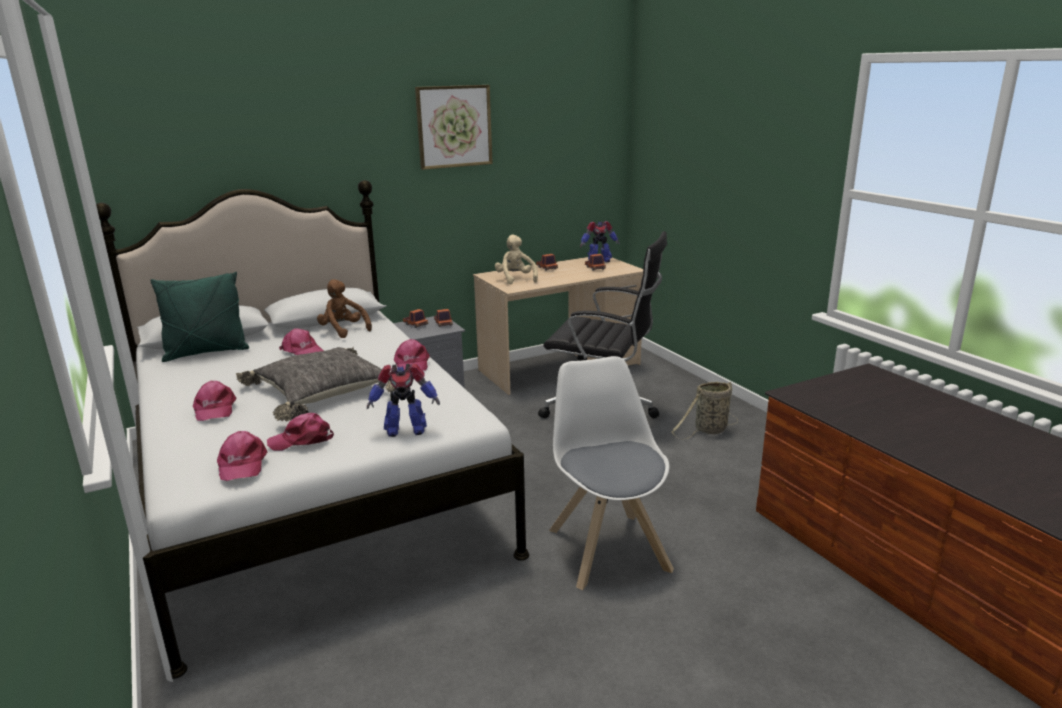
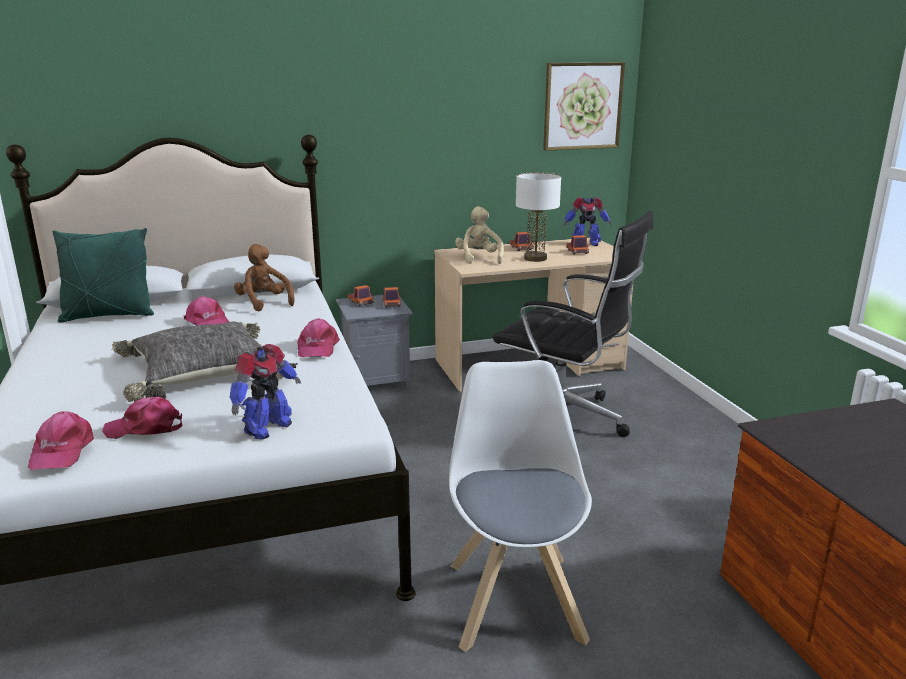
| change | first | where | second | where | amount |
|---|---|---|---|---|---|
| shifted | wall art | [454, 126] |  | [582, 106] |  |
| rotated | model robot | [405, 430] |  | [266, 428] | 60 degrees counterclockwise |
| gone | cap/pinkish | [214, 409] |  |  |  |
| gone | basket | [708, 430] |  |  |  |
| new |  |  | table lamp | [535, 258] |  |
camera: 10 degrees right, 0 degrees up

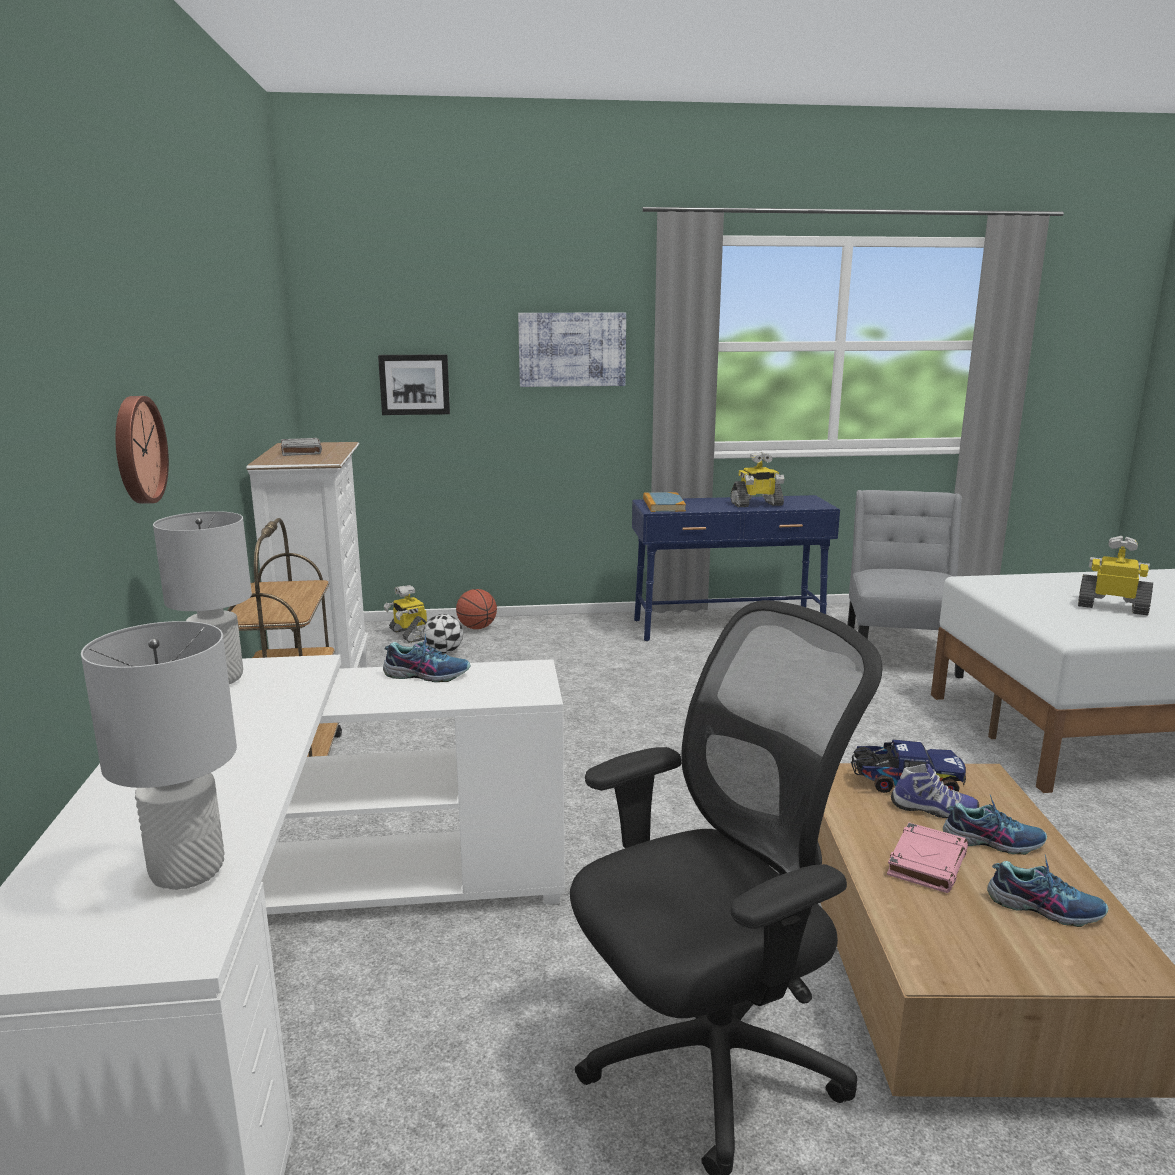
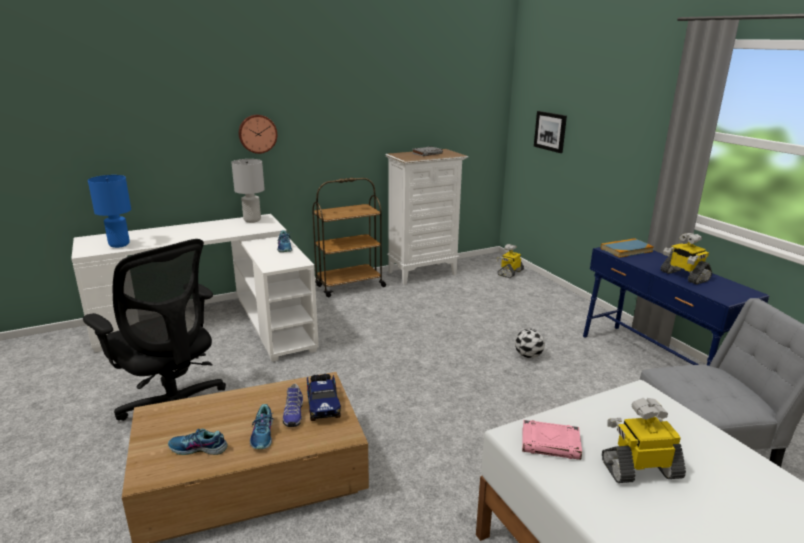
| change | first | where | second | where | amount |
|---|---|---|---|---|---|
| gone | wall art | [572, 349] |  |  |  |
| rotated | model robot | [1112, 607] |  | [640, 469] | 105 degrees counterclockwise |
| gone | basketball ball | [477, 628] |  |  |  |
| shifted | football ball | [444, 652] |  | [528, 356] |  |
| repainted | table lamp/grey | [187, 875] | table lamp/blue-coloured | [120, 245] |  |
| shifted | volume/pinkish | [926, 862] |  | [551, 443] |  |
| rotated | shoe | [1044, 907] |  | [198, 449] | 90 degrees clockwise |
camera: 70 degrees right, 5 degrees up

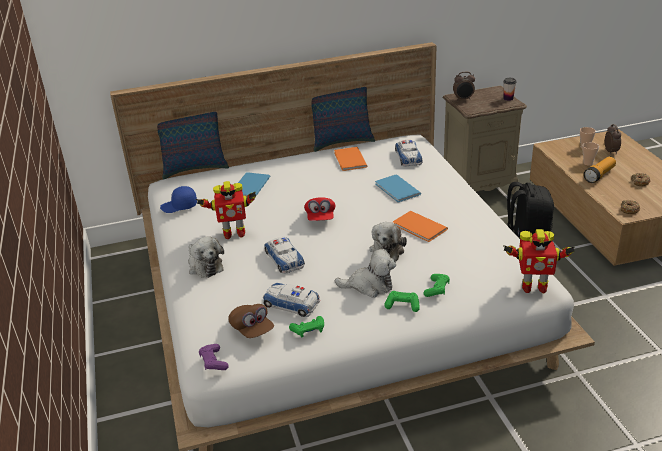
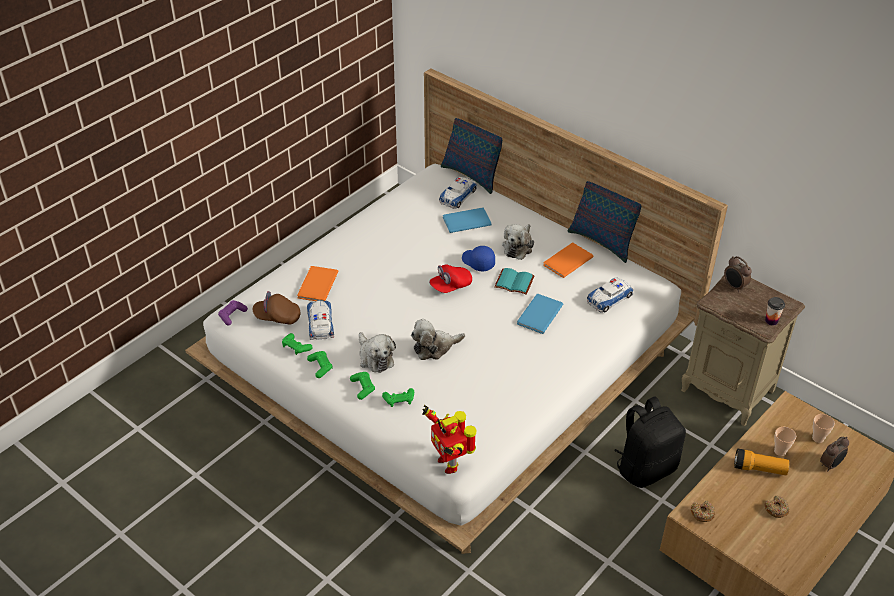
| change | first | where | second | where | amount |
|---|---|---|---|---|---|
| gone | model robot | [233, 233] |  |  |  |
| shifted | cap/blue-coloured | [179, 206] |  | [477, 262] |  |
| shifted | volume/orangey | [419, 228] |  | [316, 285] |  |
| shifted | plush toy | [204, 265] |  | [518, 247] |  |
| shifted | toy car | [284, 259] |  | [457, 196] |  |
| rotated | cap/brown-coloured | [252, 329] |  | [277, 317] | 75 degrees clockwise |
| new |  |  | volume/turquoise-coloured | [515, 282] |  |
| new |  |  | game controller/green-coloured | [320, 367] |  |
camera: 55 degrees right, 10 degrees up

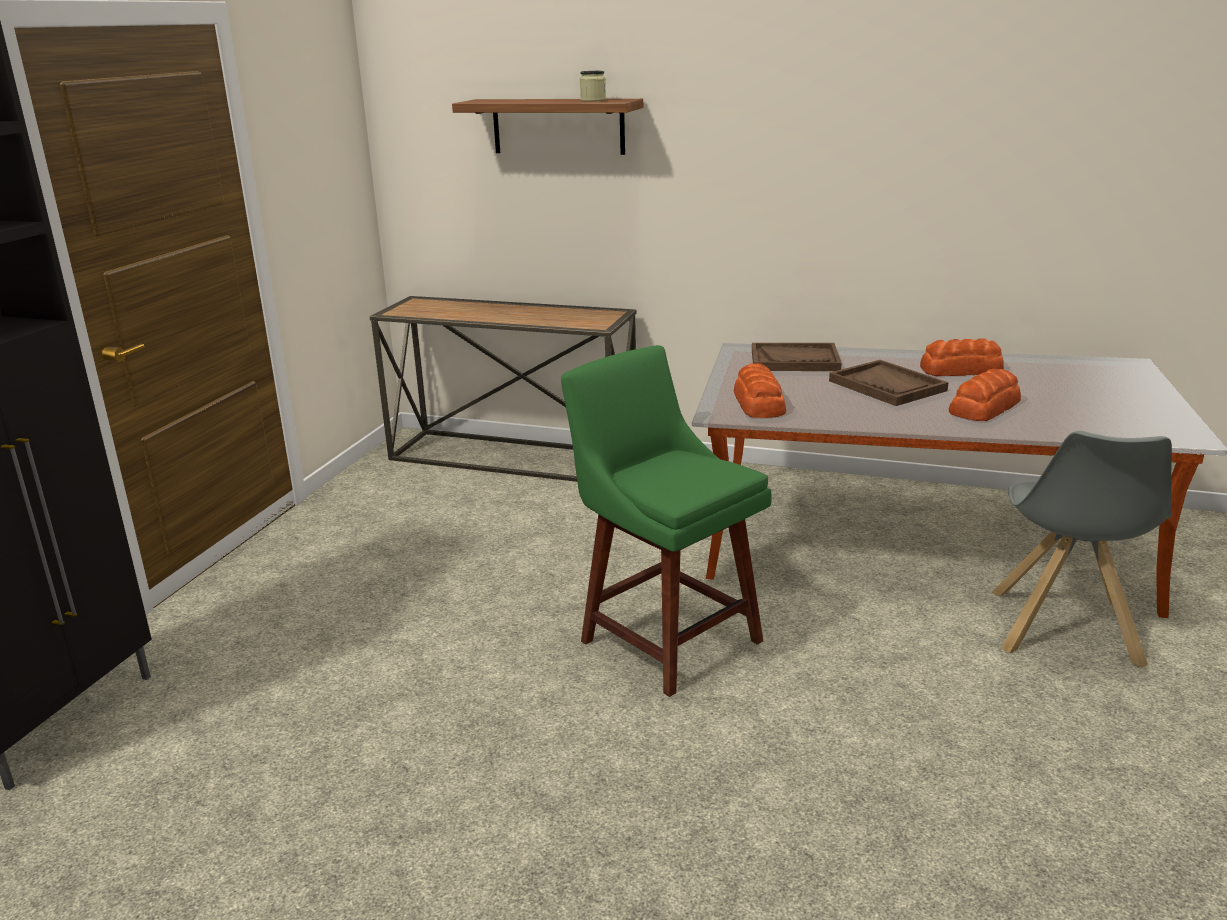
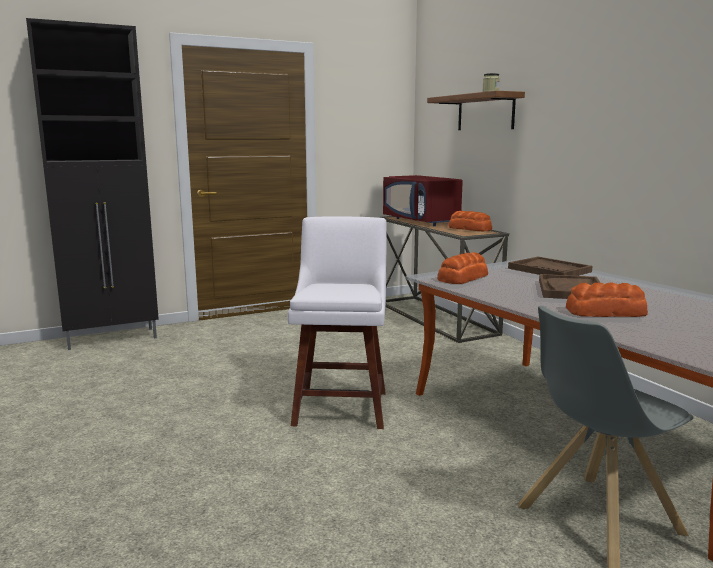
| change | first | where | second | where | amount |
|---|---|---|---|---|---|
| shifted | baked bread | [962, 370] |  | [470, 229] |  |
| repainted | stool/green-coloured | [666, 637] | stool/white-coloured | [342, 406] |  |
| new |  |  | microwave oven/reddish | [421, 221] |  |
camera: 45 degrees right, 10 degrees down

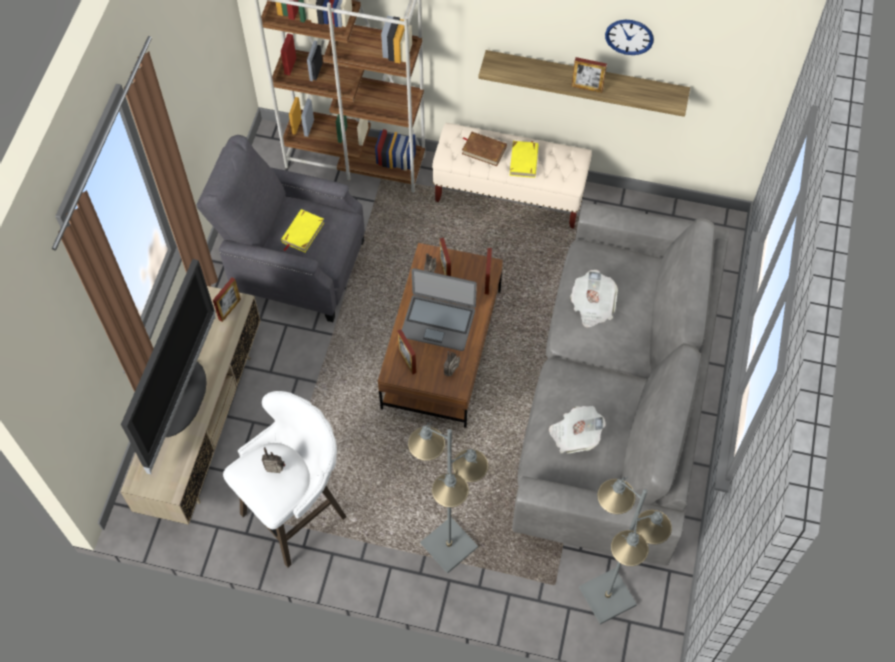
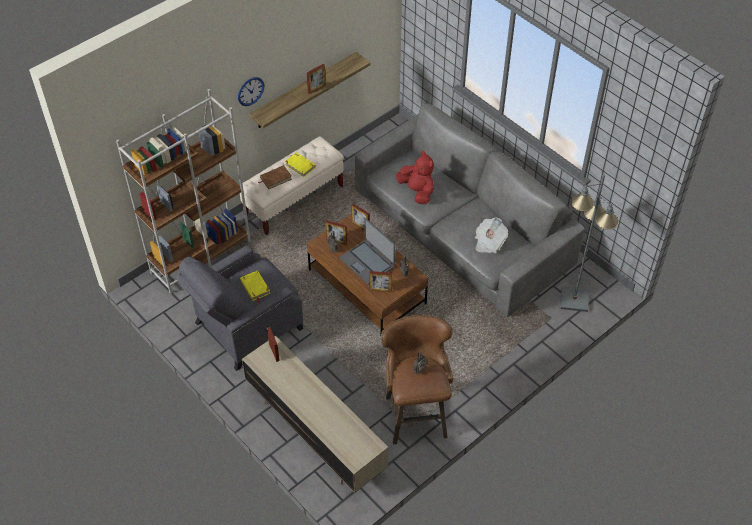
| change | first | where | second | where | amount |
|---|---|---|---|---|---|
| shifted | clock on the wall | [629, 36] |  | [250, 91] |  |
| gone | TV set | [181, 399] |  |  |  |
| rotated | notebook computer | [438, 322] |  | [367, 262] | 90 degrees clockwise |
| swapped | daily paper | [592, 306] | plush toy/reddish | [417, 191] |  |
| repainted | stool/white-coloured | [297, 512] | stool/brown-coloured | [415, 414] |  |
| gone | standard lamp/grey | [449, 544] |  |  |  |
camera: 55 degrees left, 10 degrees down

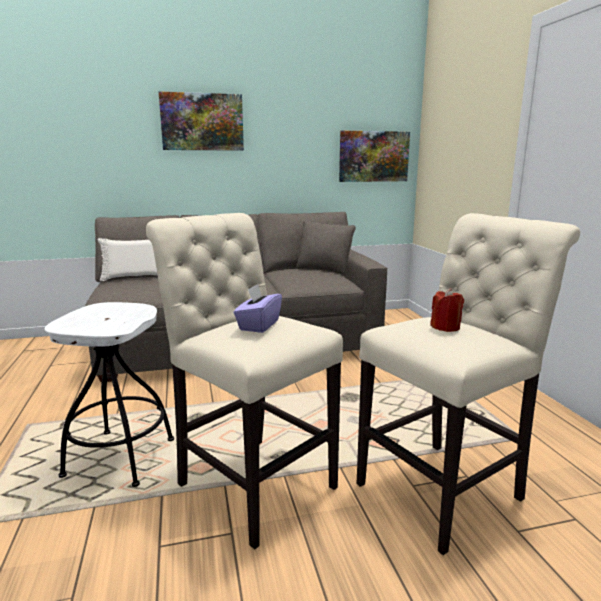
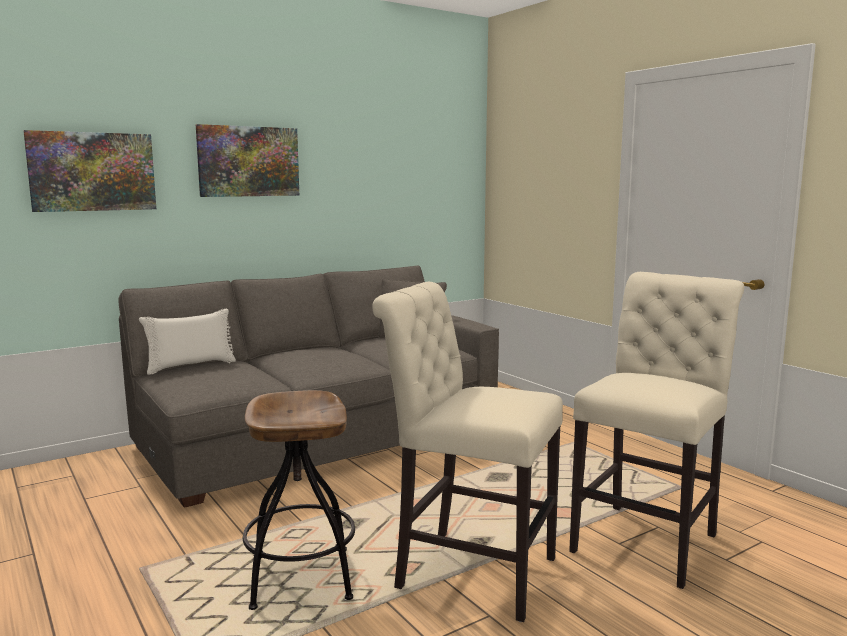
| change | first | where | second | where | amount |
|---|---|---|---|---|---|
| shifted | wall art | [373, 156] |  | [92, 171] |  |
| gone | tissue box/purple-coloured | [258, 325] |  |  |  |
| gone | wax light/reddish | [445, 327] |  |  |  |
| repainted | stool/white-coloured | [120, 457] | stool/brown-coloured | [301, 577] |  |
camera: 20 degrees left, 5 degrees down

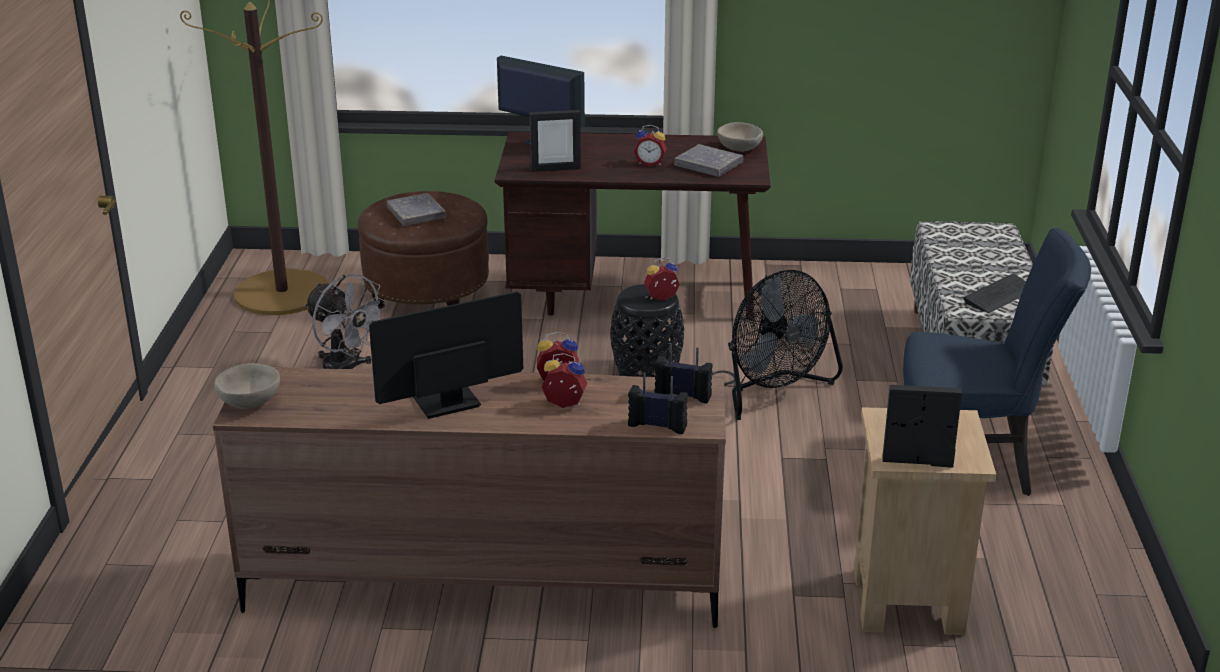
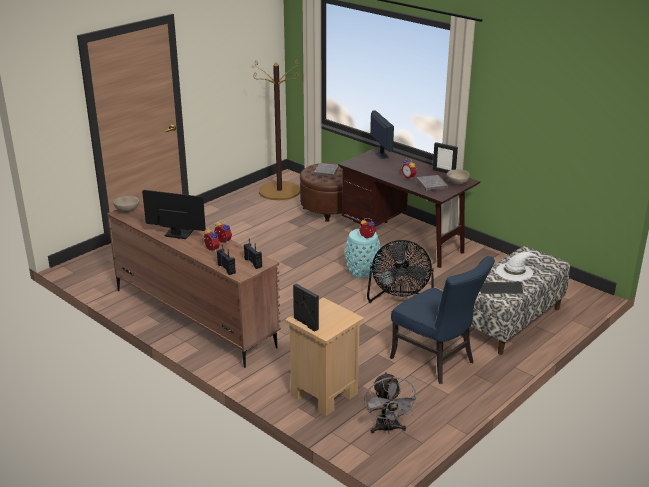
| change | first | where | second | where | amount |
|---|---|---|---|---|---|
| shifted | photo frame | [555, 168] |  | [444, 171] |  |
| shifted | fan/grey | [346, 370] |  | [387, 429] |  |
| repainted | stool/black | [646, 374] | stool/turquoise-coloured | [362, 271] |  |
| new |  |  | hat/white-coloured | [515, 271] |  |
camera: 40 degrees right, 0 degrees up

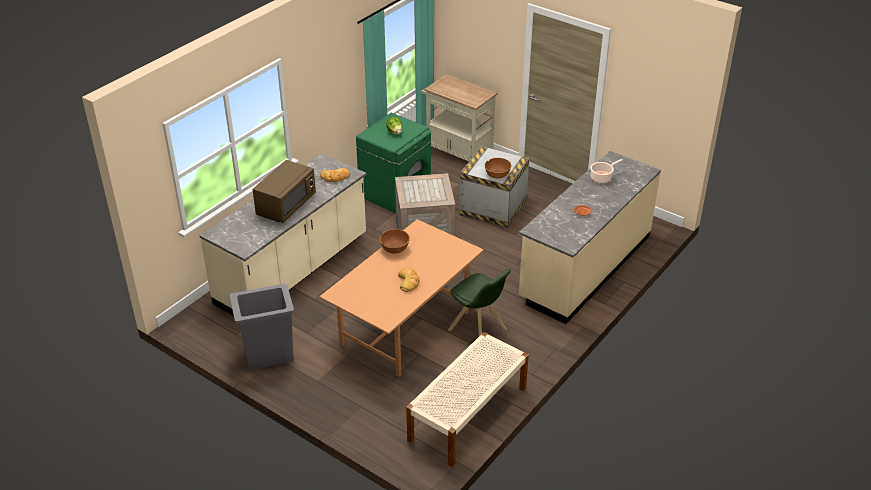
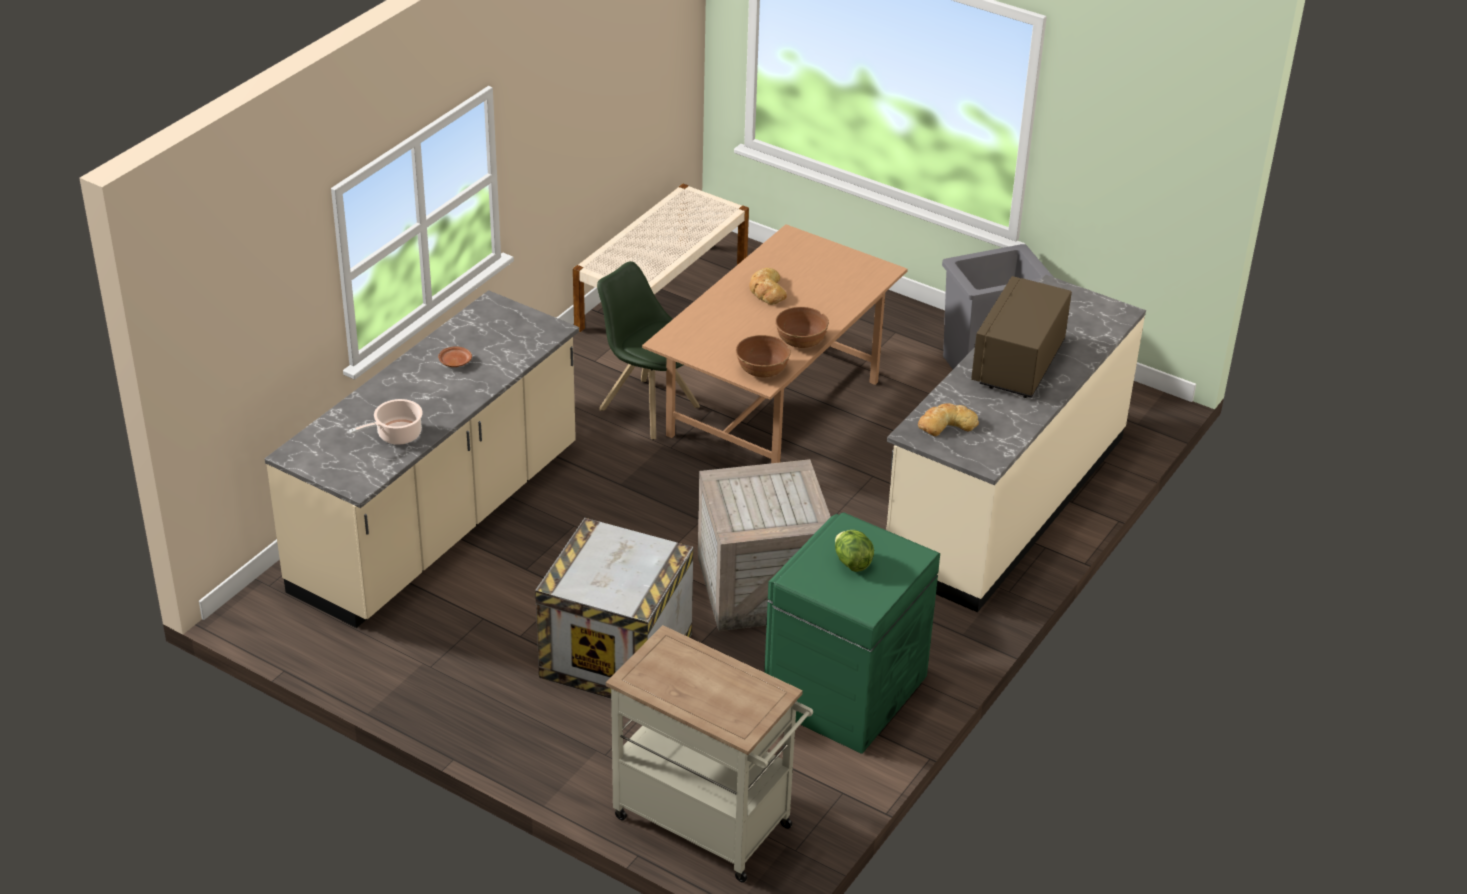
| change | first | where | second | where | amount |
|---|---|---|---|---|---|
| shifted | bowl/brown-coloured | [497, 175] |  | [762, 370] |  |
camera: 175 degrees right, 0 degrees up

